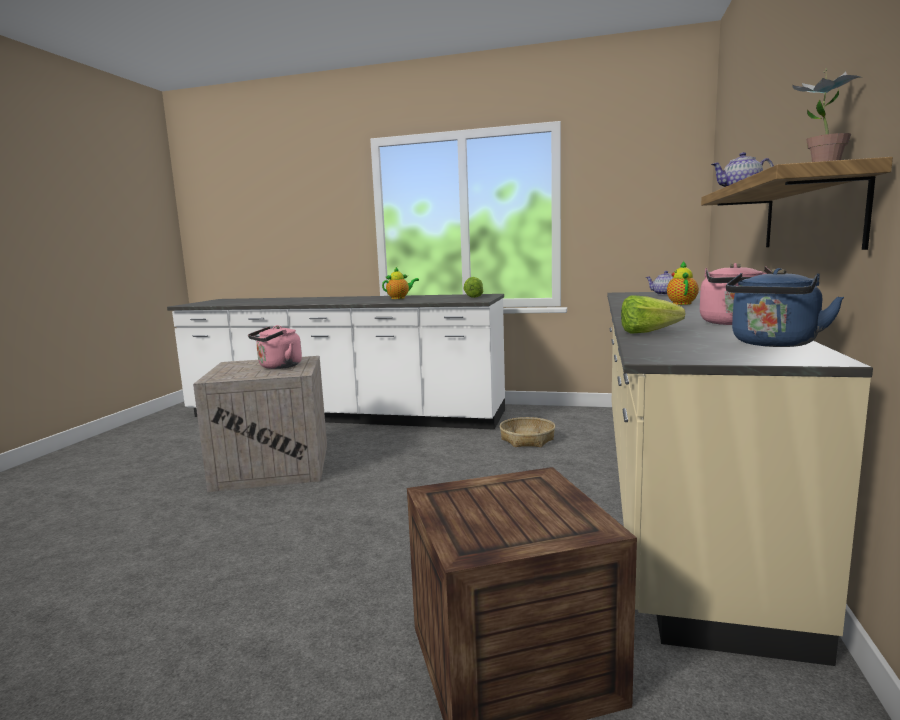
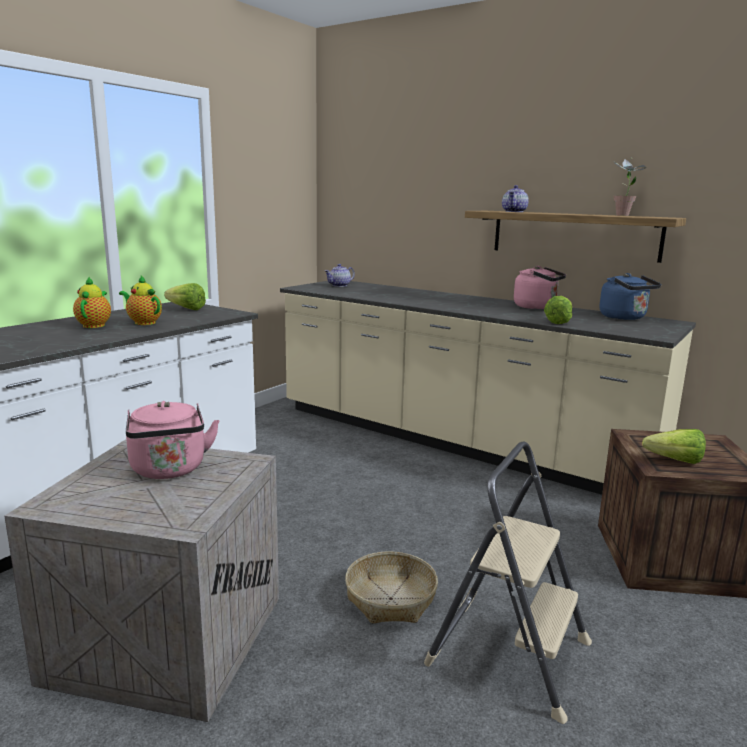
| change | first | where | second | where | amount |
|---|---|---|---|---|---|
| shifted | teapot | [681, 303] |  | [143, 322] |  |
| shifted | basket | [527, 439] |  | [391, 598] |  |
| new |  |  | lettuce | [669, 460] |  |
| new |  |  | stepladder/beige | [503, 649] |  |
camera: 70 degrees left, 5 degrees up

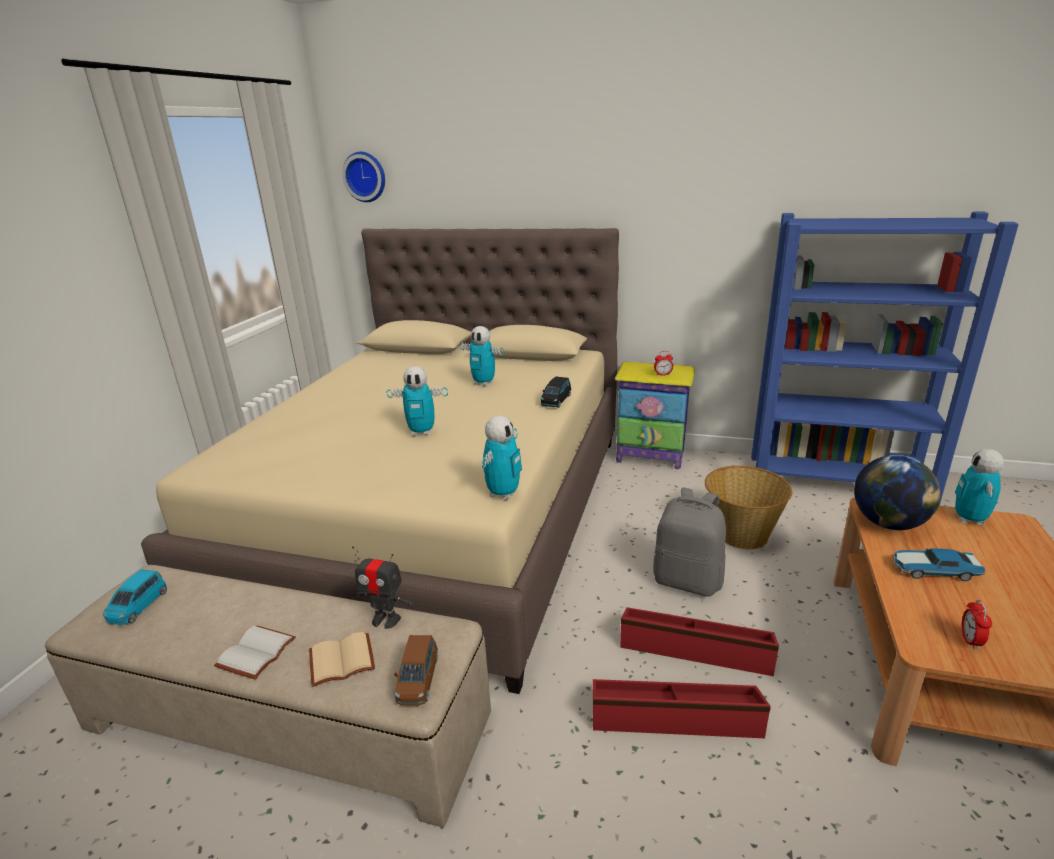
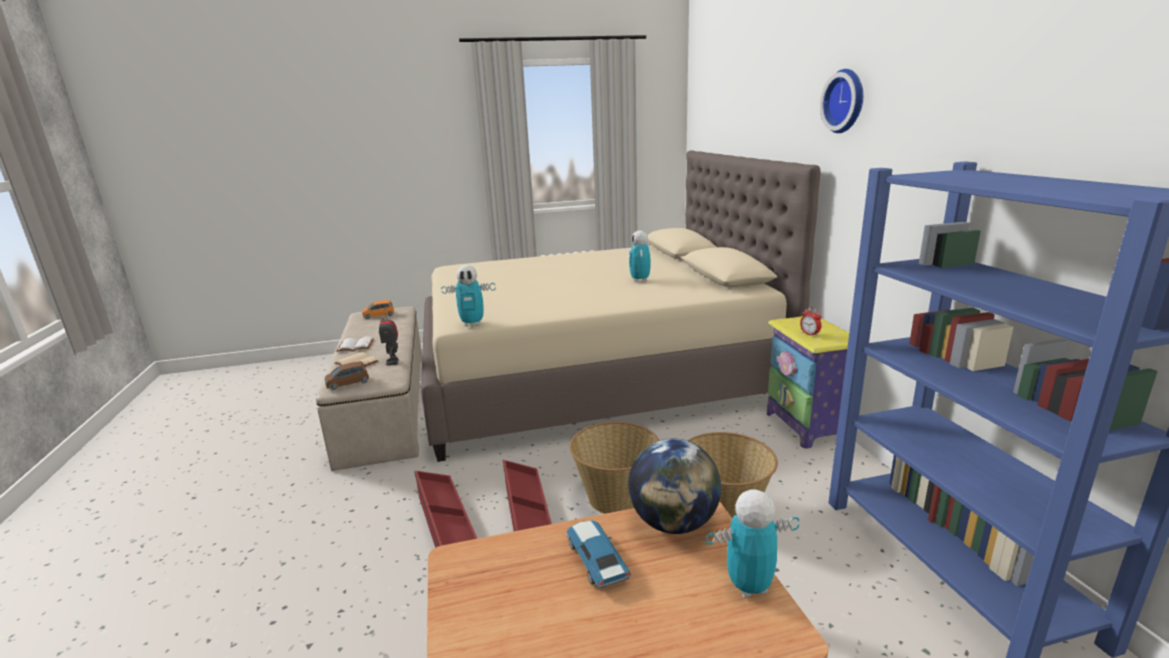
| change | first | where | second | where | amount |
|---|---|---|---|---|---|
| shifted | clock on the wall | [365, 177] |  | [846, 101] |  |
| gone | model robot | [422, 432] |  |  |  |
| gone | toy car/black | [556, 401] |  |  |  |
| swapped | rucksack/grey | [688, 580] | basket | [616, 498] |  |
| repainted | toy car/blue-coloured | [138, 606] | toy car/orangey | [379, 315] |  |
| gone | bedside clock | [970, 641] |  |  |  |
camera: 60 degrees right, 5 degrees down

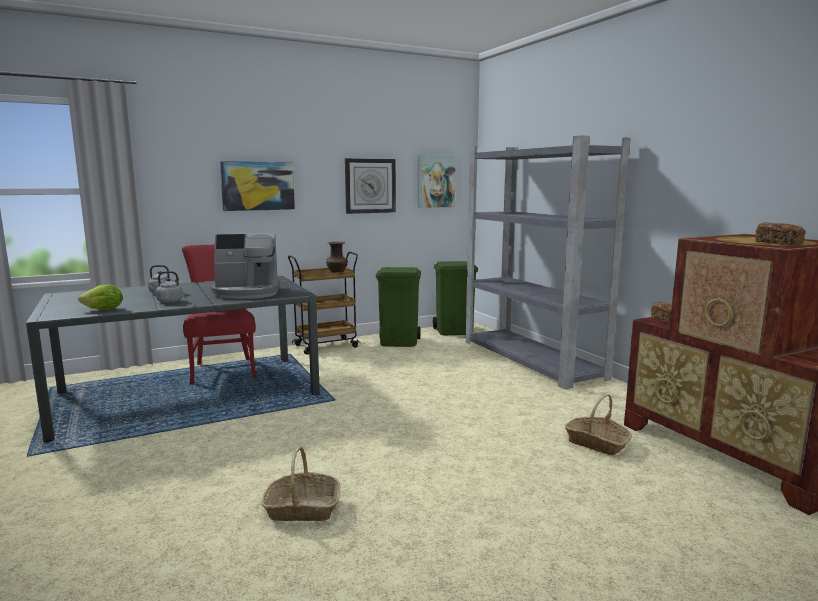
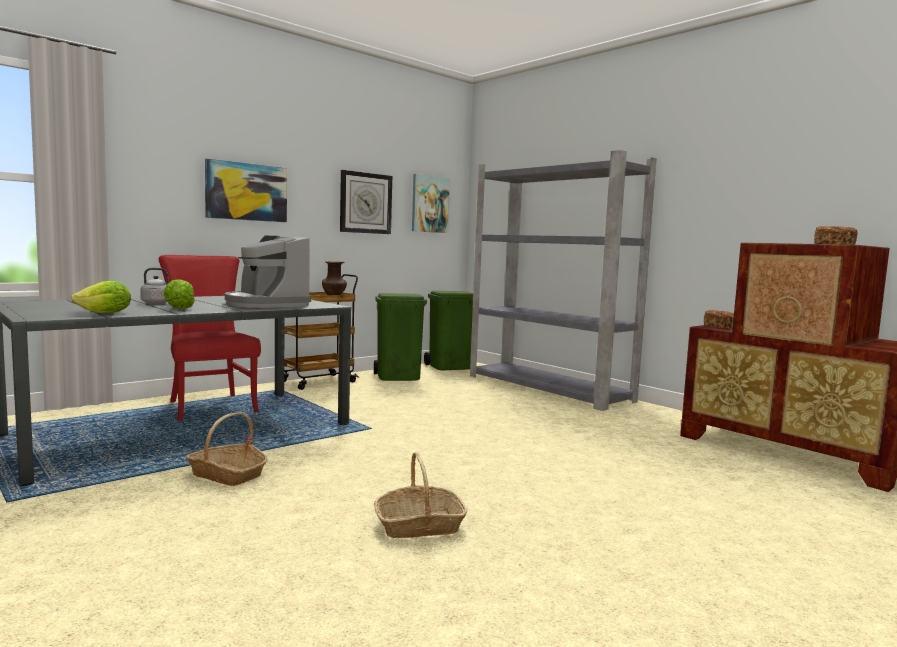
| change | first | where | second | where | amount |
|---|---|---|---|---|---|
| rotated | coffee machine | [247, 292] |  | [266, 304] | 75 degrees clockwise |
| swapped | water kettle/grey | [168, 301] | lettuce | [179, 308] |  |
| shifted | basket | [597, 443] |  | [227, 474] |  |
camera: 15 degrees left, 5 degrees down

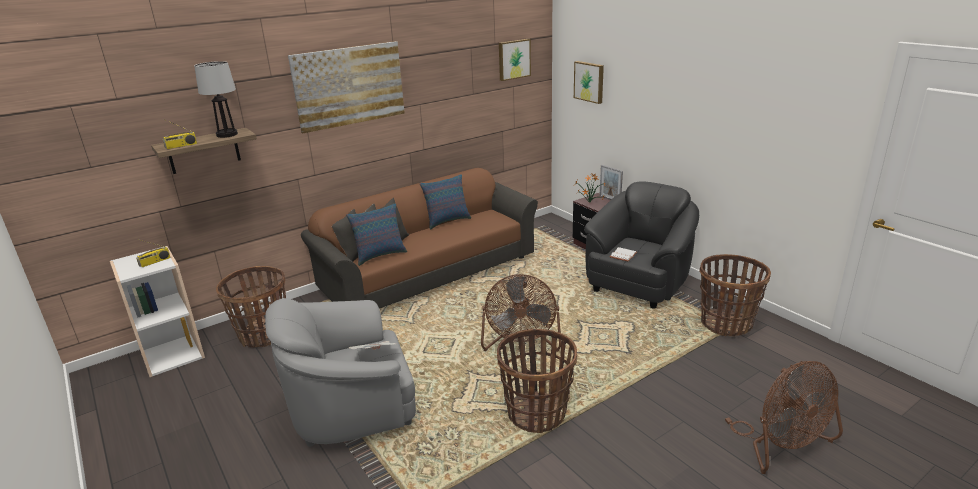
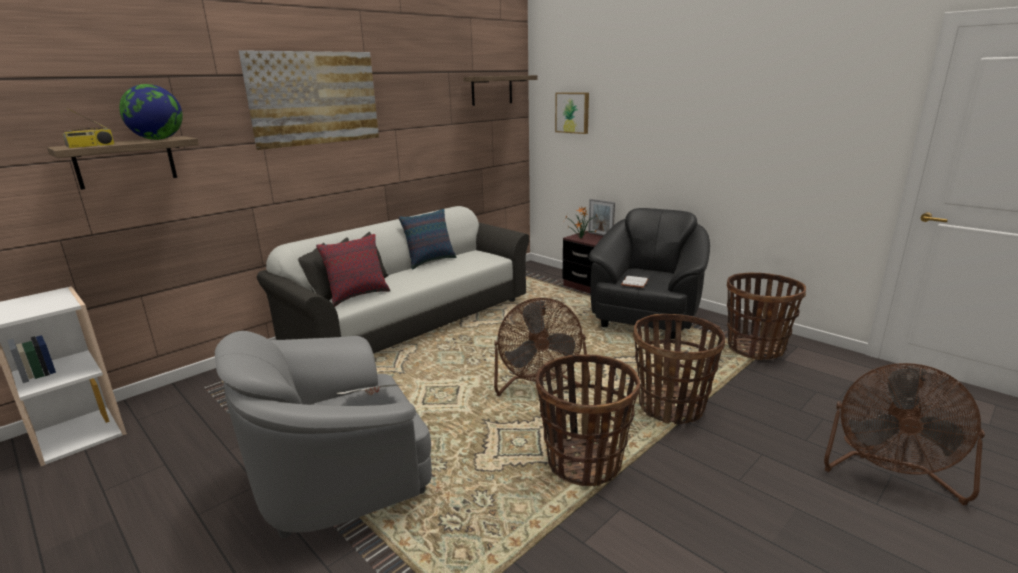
| change | first | where | second | where | amount |
|---|---|---|---|---|---|
| swapped | wall art | [513, 59] | bracket shelf | [492, 90] |  |
| swapped | table lamp | [227, 135] | globe | [158, 139] |  |
| repainted | sofa/brown-coloured | [430, 274] | sofa/white-coloured | [412, 322] |  |
| repainted | cushion/blue-coloured | [380, 256] | cushion/reddish | [358, 296] |  |
| gone | radio | [155, 262] |  |  |  |
| shifted | basket | [263, 335] |  | [671, 407] |  |
| rotated | fan/brown-coloured | [779, 445] |  | [884, 470] | 60 degrees clockwise |
camera: 10 degrees left, 5 degrees down

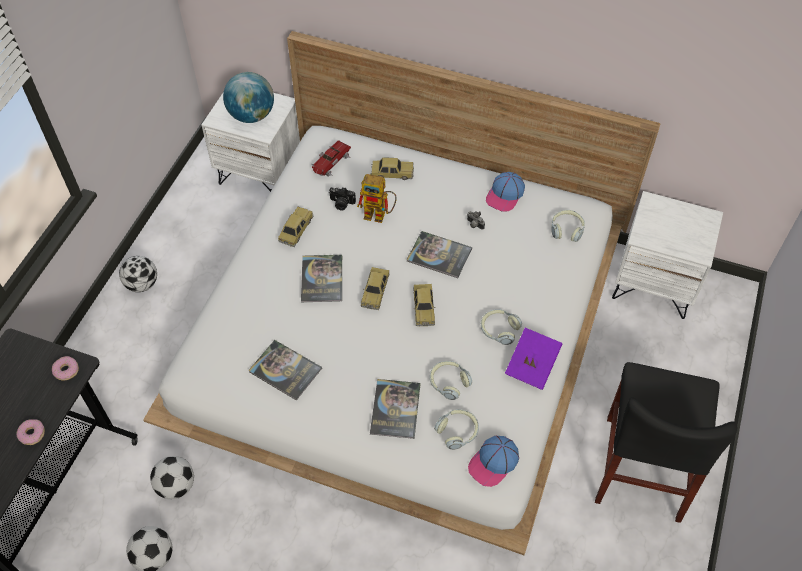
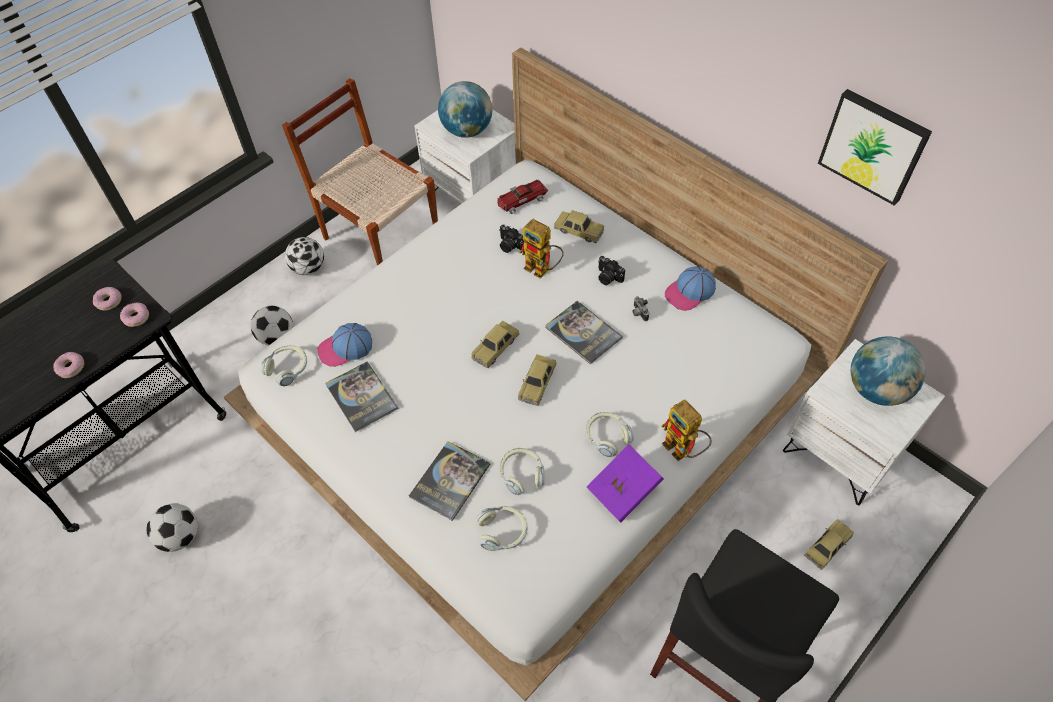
| change | first | where | second | where | amount |
|---|---|---|---|---|---|
| shifted | toy car | [296, 230] |  | [827, 547] |  |
| shifted | pair of headphones | [566, 229] |  | [288, 368] |  |
| gone | volume | [322, 279] |  |  |  |
| shifted | cap | [493, 463] |  | [345, 348] |  |
| shifted | football ball | [176, 485] |  | [277, 337] |  |
| new |  |  | chair | [379, 233] |  |
| new |  |  | wall art | [873, 146] |  |
| new |  |  | still camera | [607, 277] |  |
| new |  |  | doughnut | [109, 301] |  |
| new |  |  | globe | [876, 389] |  |
| new |  |  | model robot | [683, 450] |  |
camera: 25 degrees right, 0 degrees up

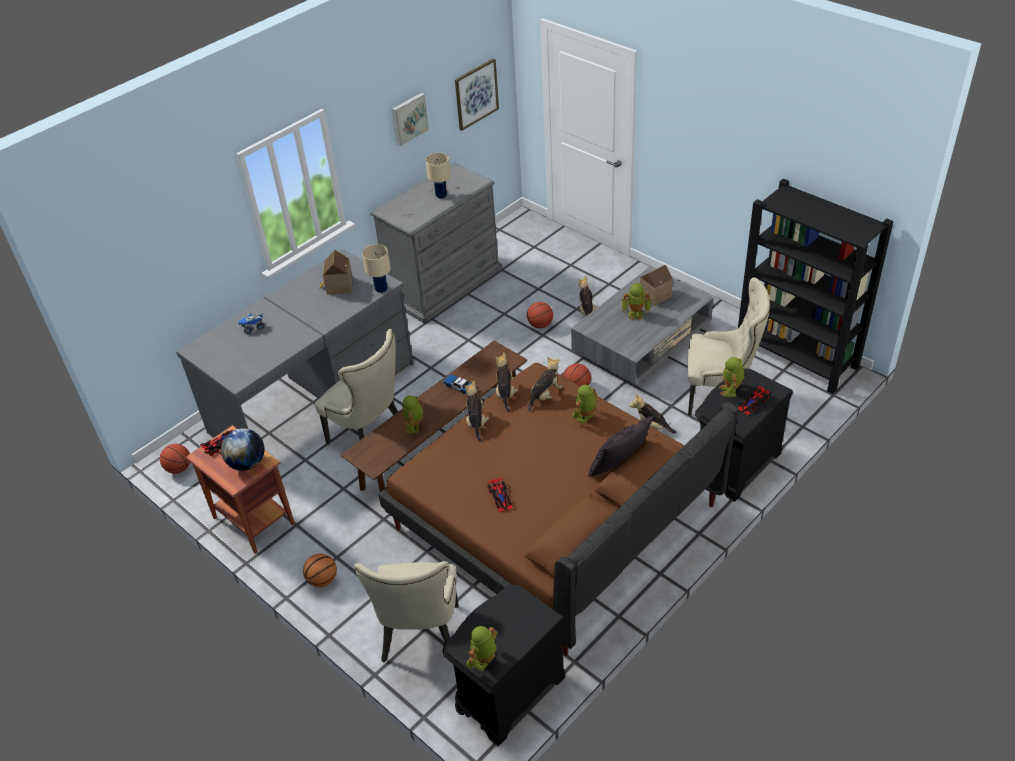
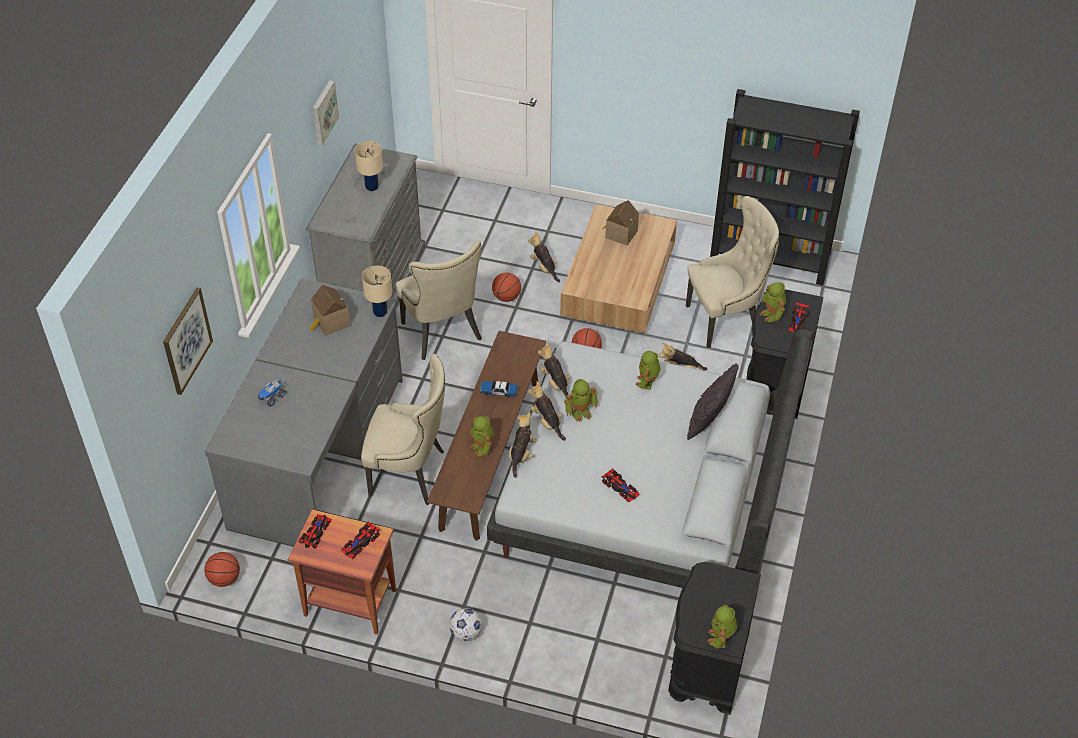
| change | first | where | second | where | amount |
|---|---|---|---|---|---|
| shifted | wall art | [476, 94] |  | [186, 340] |  |
| repainted | coffee table/grey | [641, 341] | coffee table/brown-coloured | [618, 284] |  |
| shifted | model robot | [636, 314] |  | [580, 412] |  |
| shifted | plush toy | [545, 396] |  | [521, 455] |  |
| repainted | sleeping bed/brown-coloured | [553, 516] | sleeping bed/grey | [646, 490] |  |
| swapped | globe | [247, 463] | toy car | [360, 542] |  |
| swapped | basketball ball | [322, 580] | football ball | [465, 633] |  |
| shifted | chair/beige | [421, 636] |  | [442, 333] |  |
camera: 30 degrees left, 5 degrees up

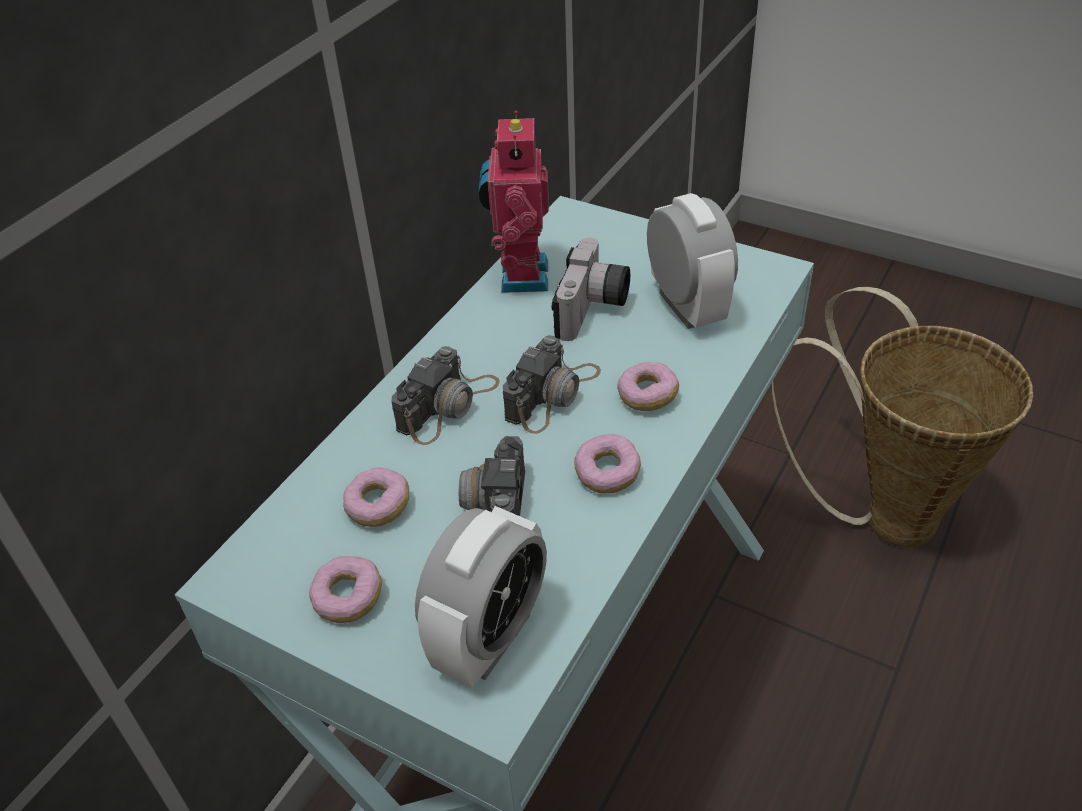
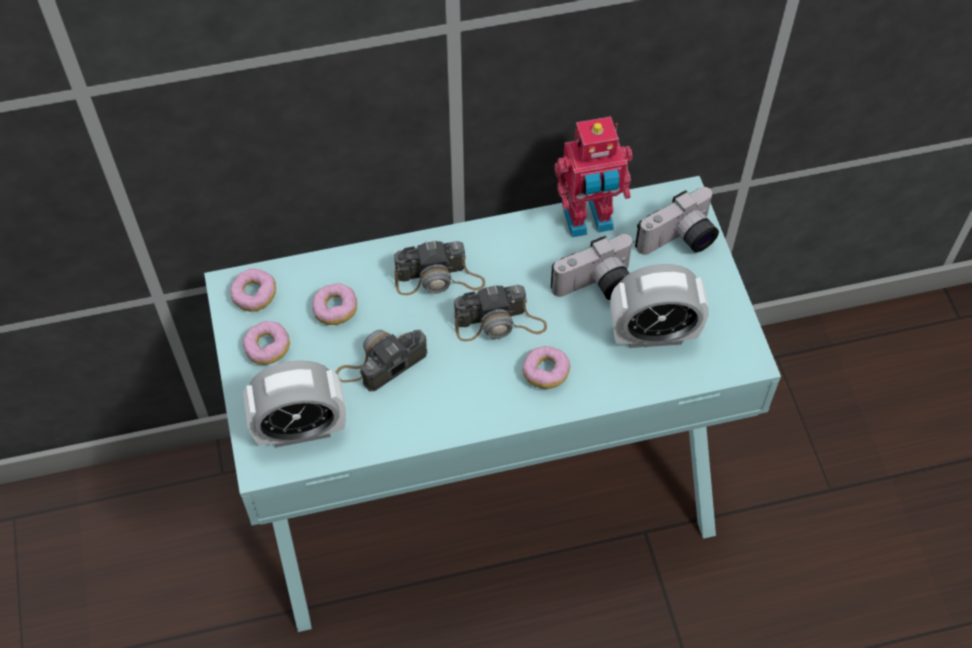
| change | first | where | second | where | amount |
|---|---|---|---|---|---|
| rotated | model robot | [520, 276] |  | [588, 221] | 150 degrees counterclockwise |
| rotated | bedside clock | [687, 306] |  | [653, 334] | 60 degrees clockwise |
| gone | basket | [884, 514] |  |  |  |
| shifted | doughnut | [607, 474] |  | [254, 295] |  |
| new |  |  | still camera | [679, 241] |  |
camera: 45 degrees right, 15 degrees up

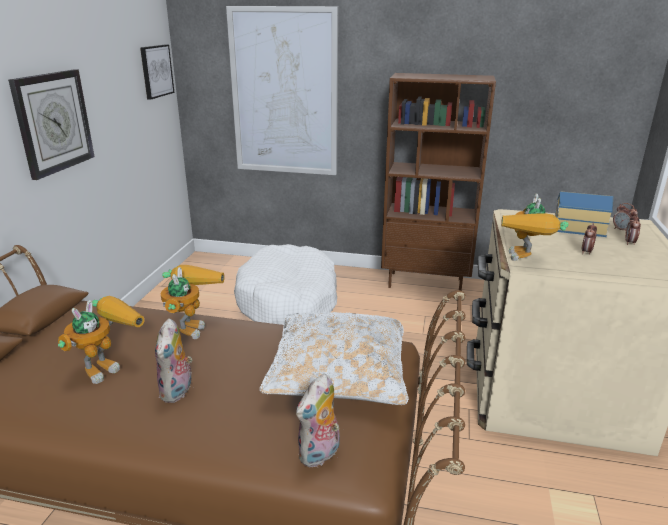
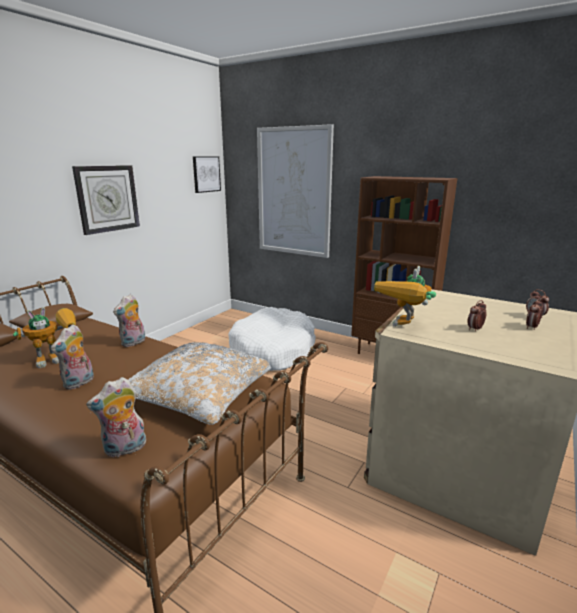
| change | first | where | second | where | amount |
|---|---|---|---|---|---|
| gone | model house | [578, 229] |  |  |  |
| swapped | model robot | [191, 325] | plush toy | [133, 343] |  |
camera: 20 degrees right, 5 degrees down

